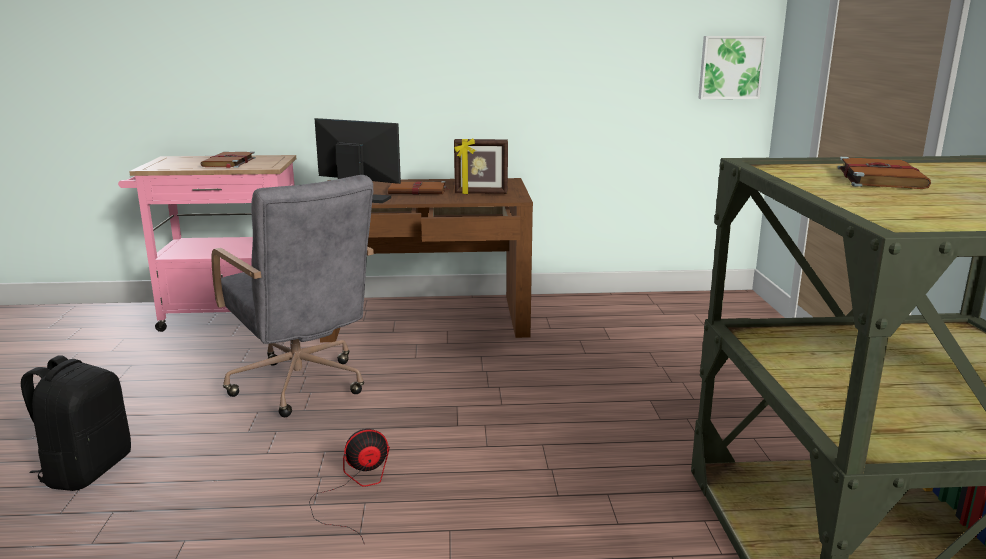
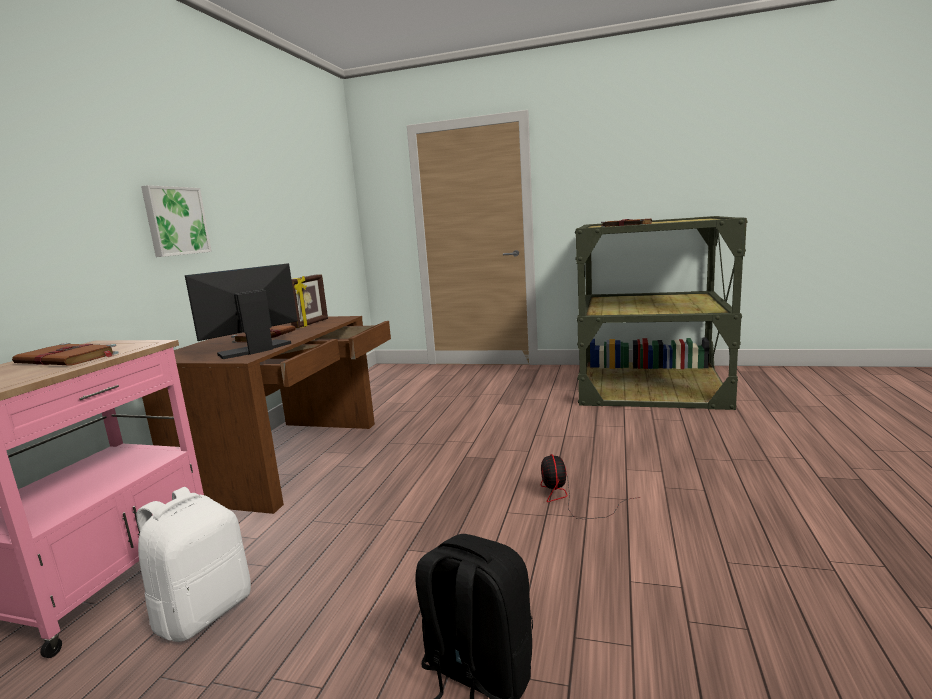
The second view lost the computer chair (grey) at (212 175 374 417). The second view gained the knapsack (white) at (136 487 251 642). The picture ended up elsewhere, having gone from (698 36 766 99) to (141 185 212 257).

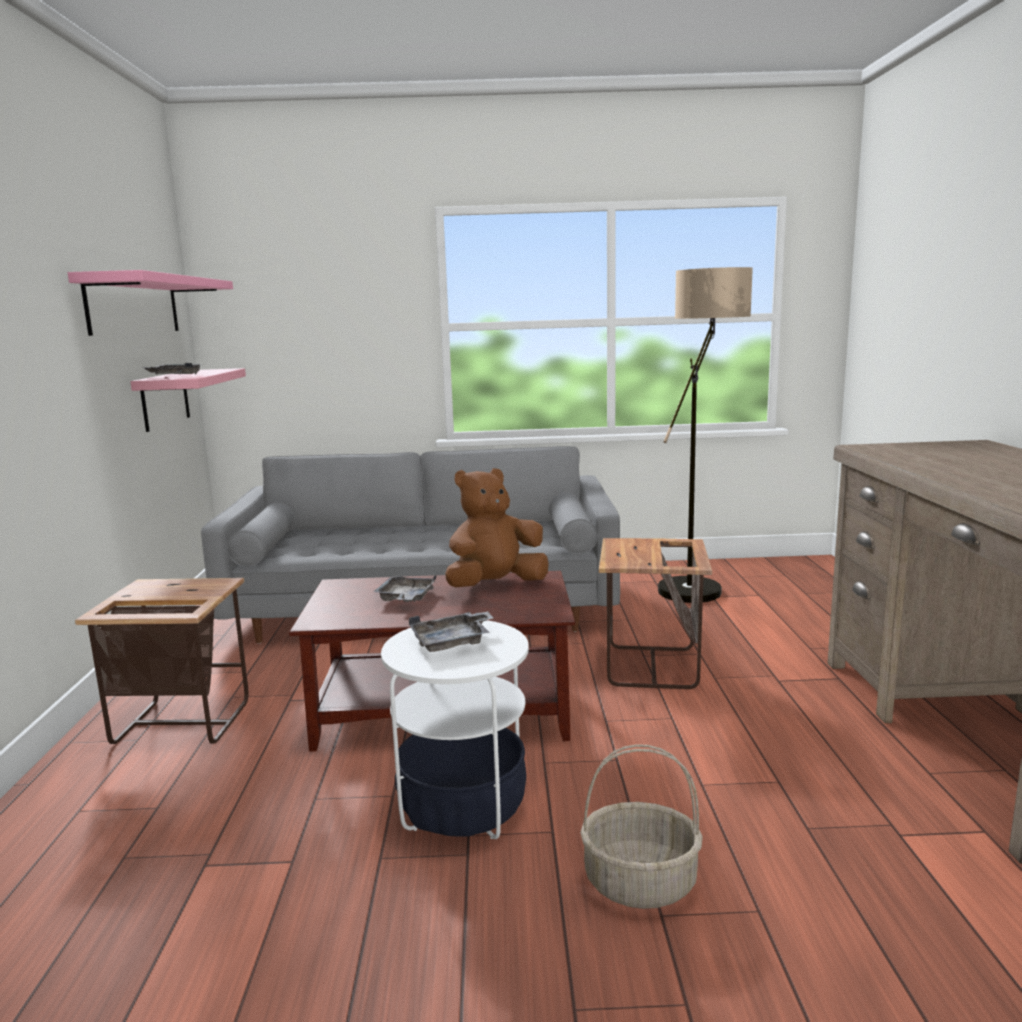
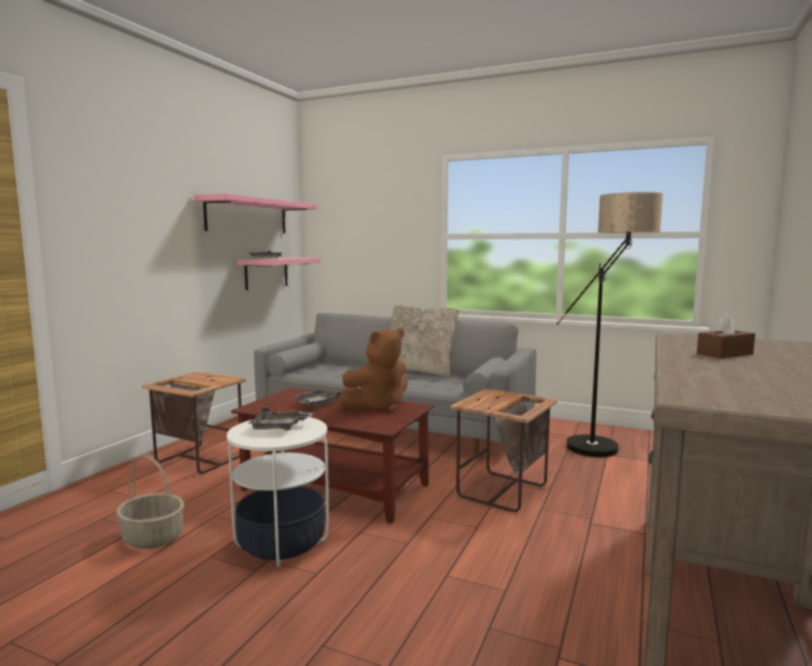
The second view gained the cushion (sand-coloured) at (390 305 459 377). The second view gained the tissue box (brown) at (697 312 755 359). The storage basket ended up elsewhere, having gone from (580 744 703 909) to (116 453 184 549). The soft toy (brown) at (445 468 549 587) ended up facing another way, 150 degrees clockwise from before.

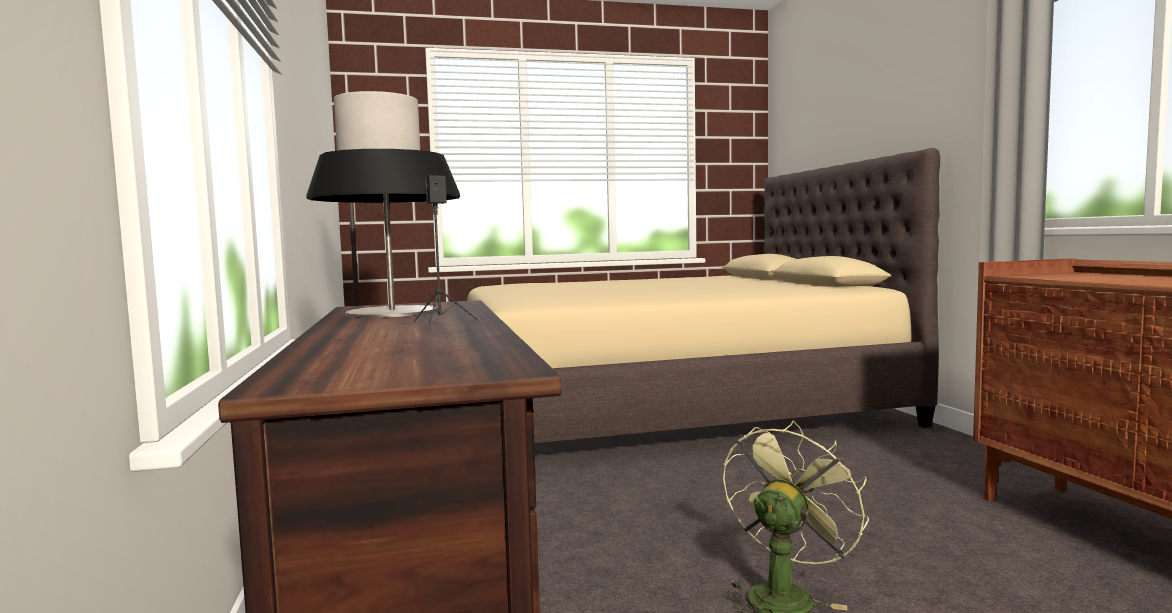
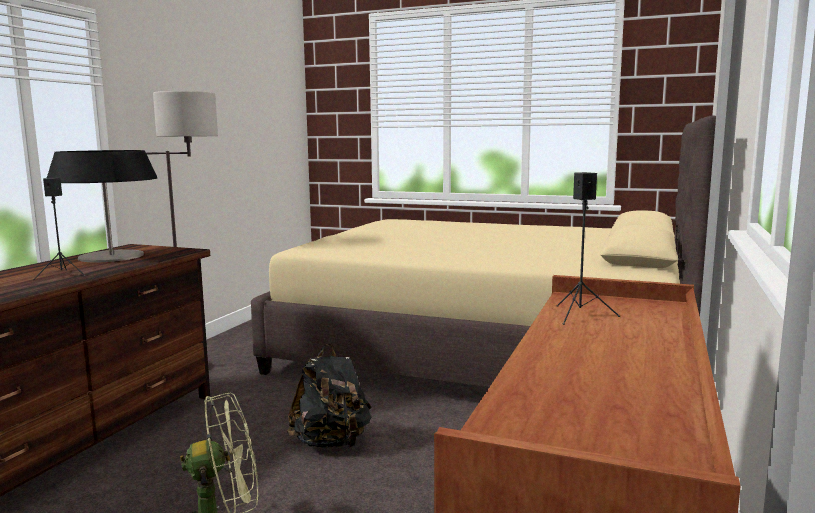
The second view gained the knapsack (black) at (287 344 371 448). The second view gained the speaker (black) at (557 172 620 325).

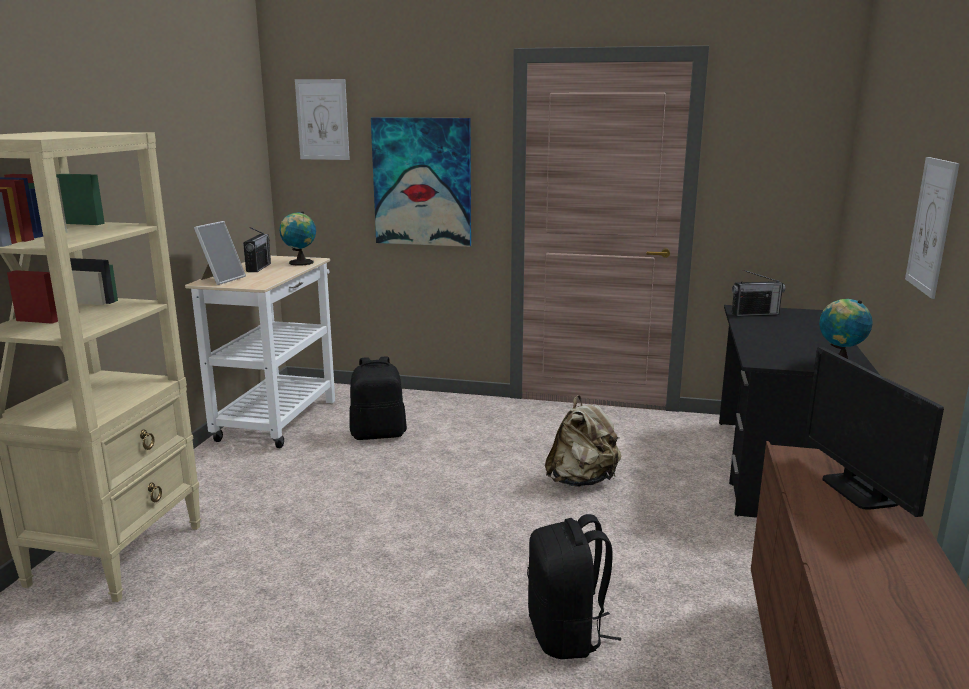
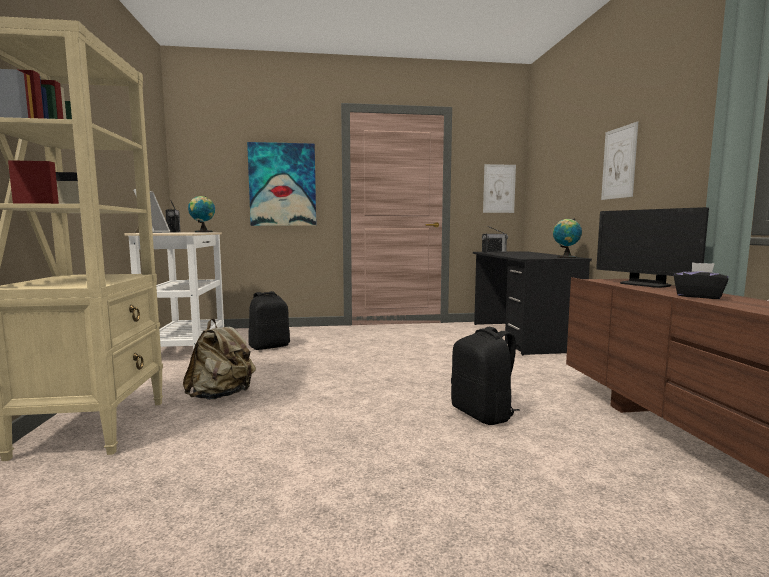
The second view gained the tissue box (black) at (674 263 728 299). The picture ended up elsewhere, having gone from (295 79 350 160) to (483 164 516 213). The knapsack (sand-coloured) ended up elsewhere, having gone from (545 395 621 487) to (183 319 256 400).

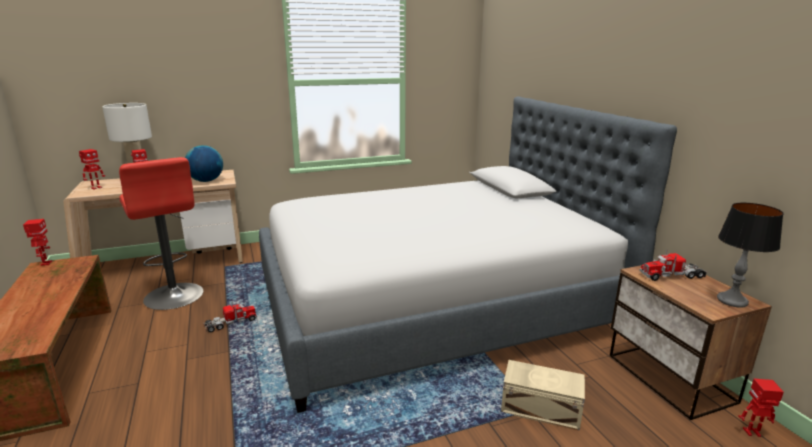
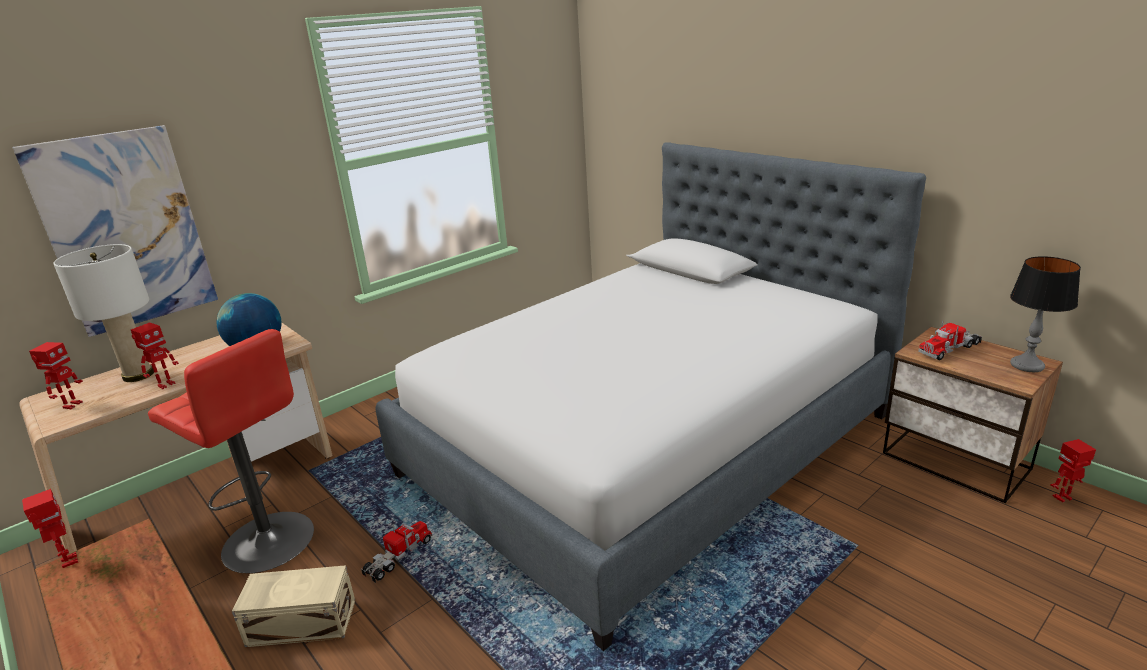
The second view gained the picture at (13 125 218 337). The storage box (sand-coloured) ended up elsewhere, having gone from (501 360 585 431) to (232 565 355 647).

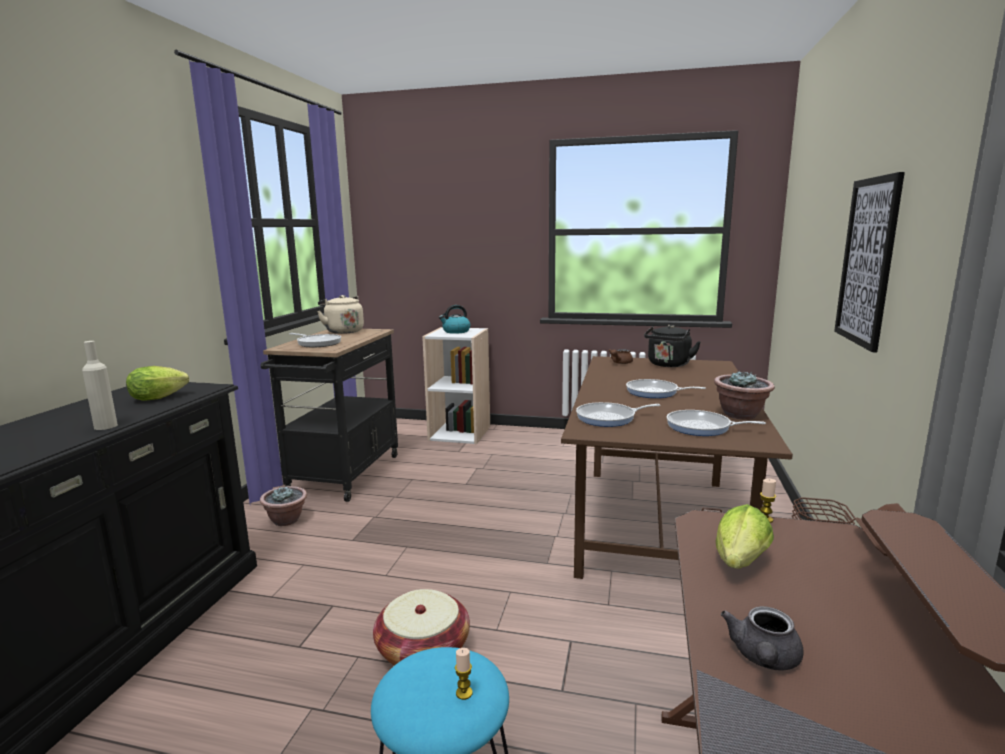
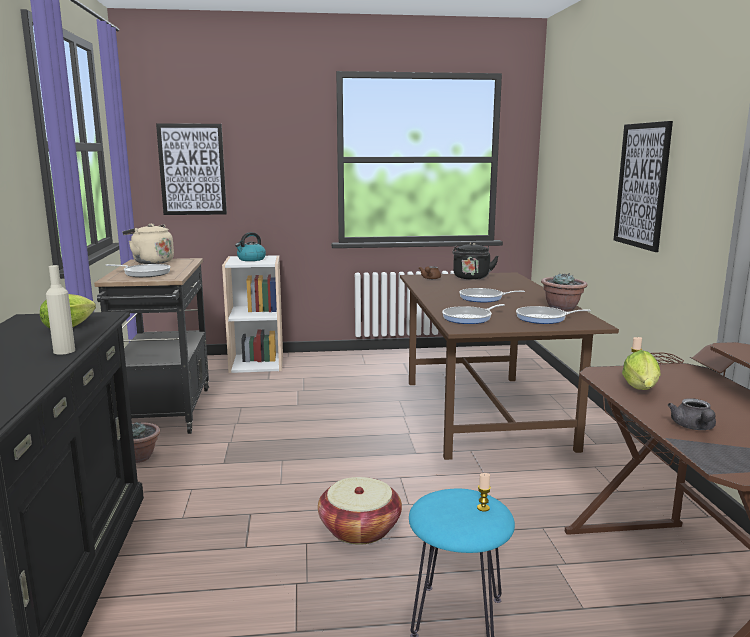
The second view gained the picture at (156 123 227 215).

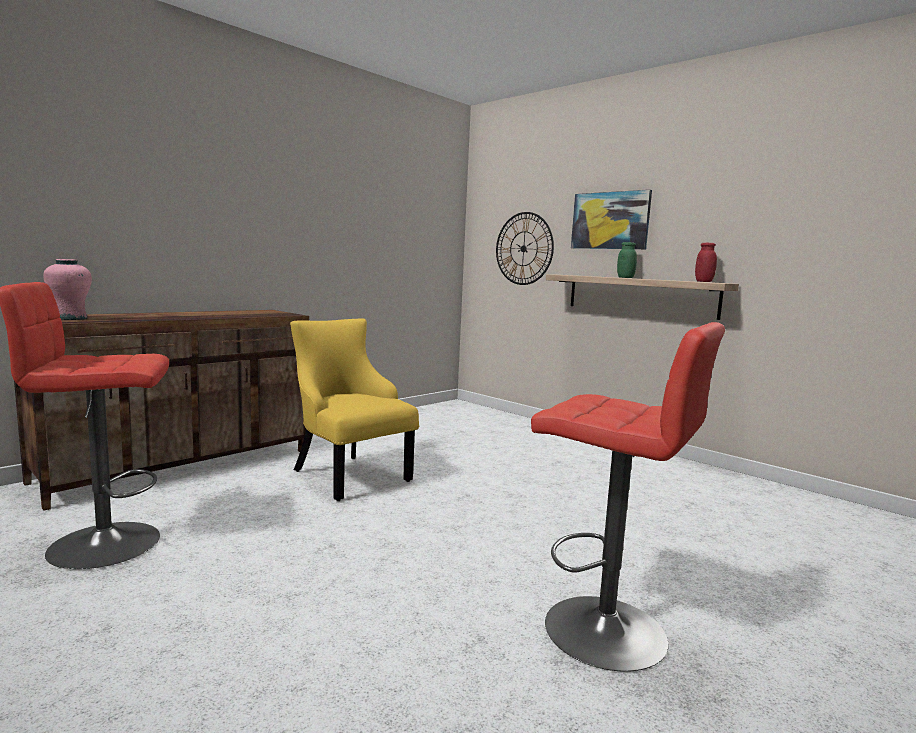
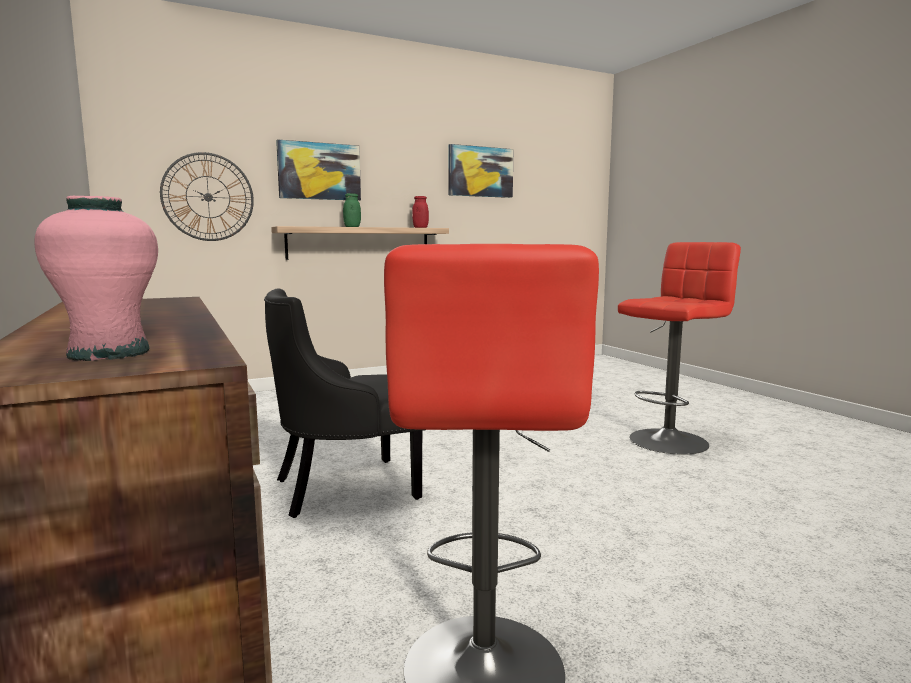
The second view gained the picture at (448 144 513 198). What was the plain chair (yellow) at (290 318 420 501) turned into the plain chair (black) at (264 288 424 518).

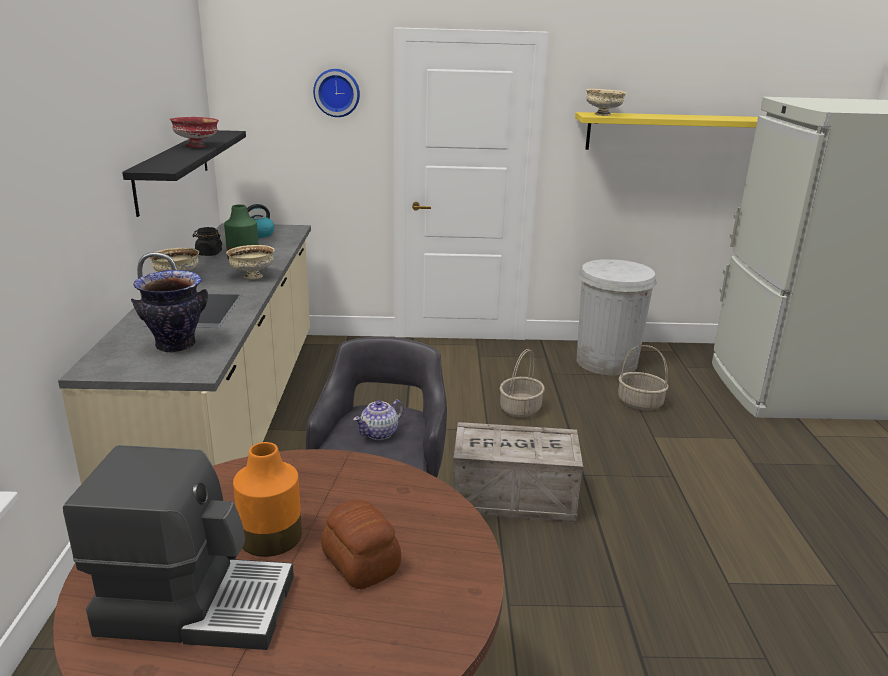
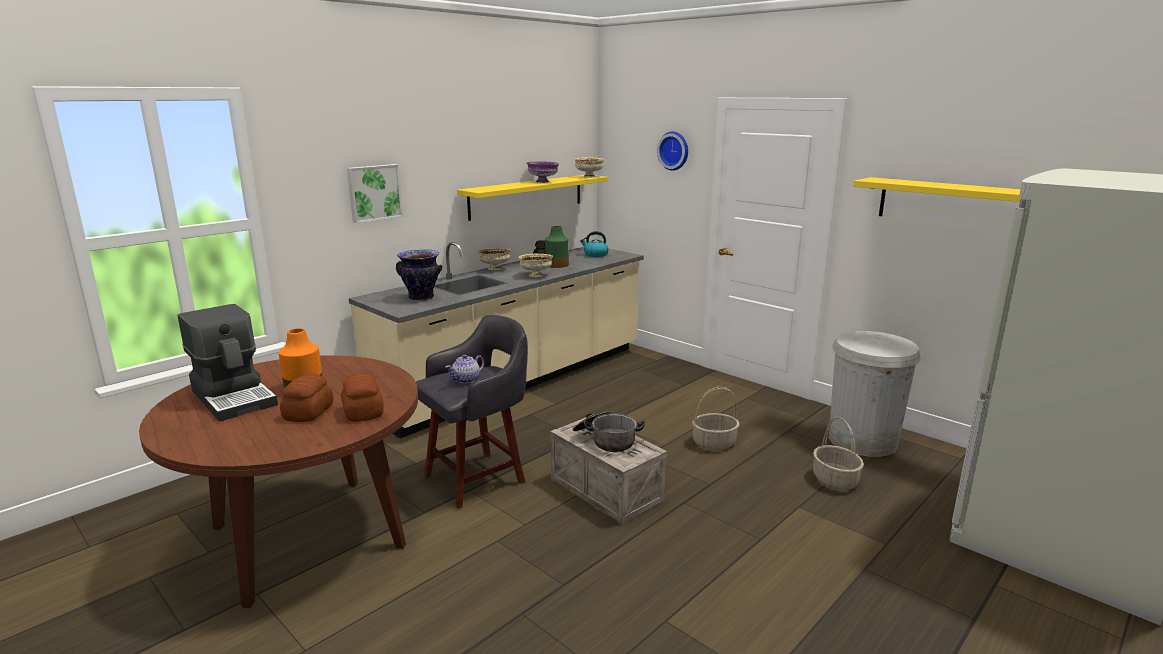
The second view gained the baked bread at (341 373 384 422). The second view gained the picture at (347 164 403 223). The second view gained the saucepot at (572 412 645 452). The serving bowl (sand-coloured) ended up elsewhere, having gone from (586 89 627 116) to (574 157 605 178). What was the shelf (black) at (122 130 246 217) turned into the shelf (yellow) at (457 175 608 221). What was the serving bowl (red) at (170 117 219 148) turned into the serving bowl (purplish) at (527 162 559 183). The tea pot at (353 400 404 440) ended up facing another way, 45 degrees counterclockwise from before.

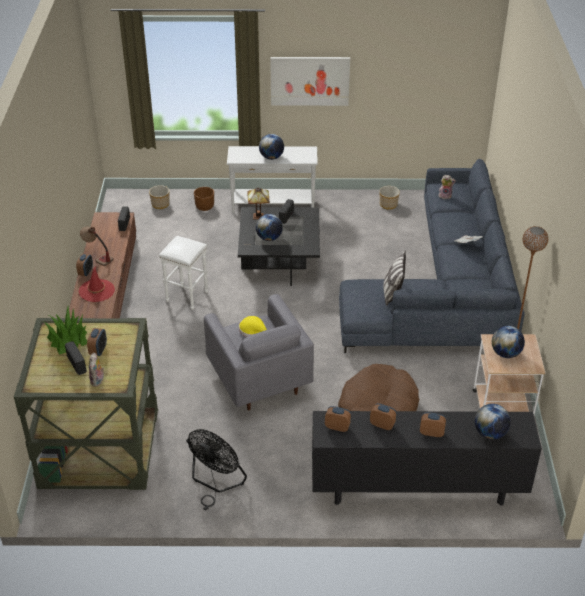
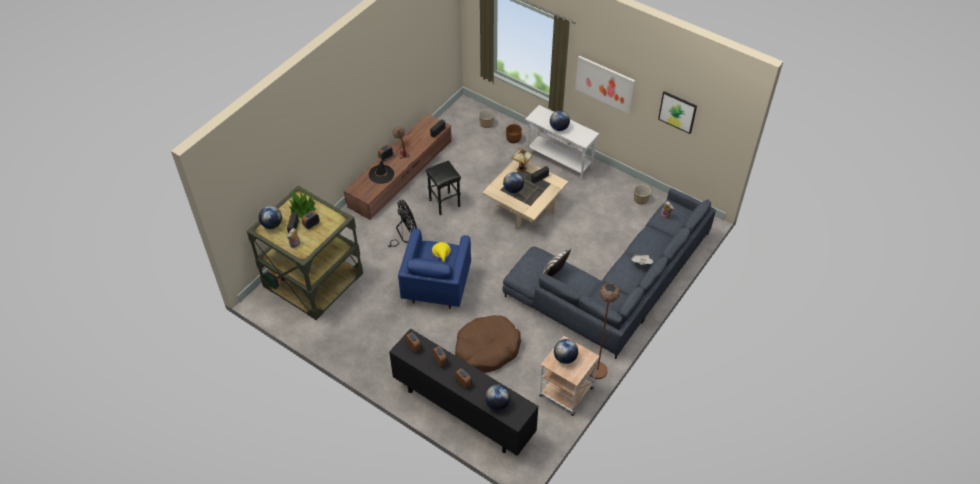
The second view gained the globe at (259 206 282 229). The second view gained the picture at (658 91 697 134). The fan (black) ended up elsewhere, having gone from (186 429 247 511) to (388 200 417 247). What was the clothing hat (red) at (79 267 115 302) turned into the clothing hat (black) at (369 159 394 184). What was the stool (white) at (159 236 208 310) turned into the stool (black) at (426 161 461 215). What was the lounge chair (grey) at (204 294 314 411) turned into the lounge chair (blue-coloured) at (398 228 471 309). What was the coffee table (black) at (238 207 320 286) turned into the coffee table (sand-coloured) at (482 160 568 230).

